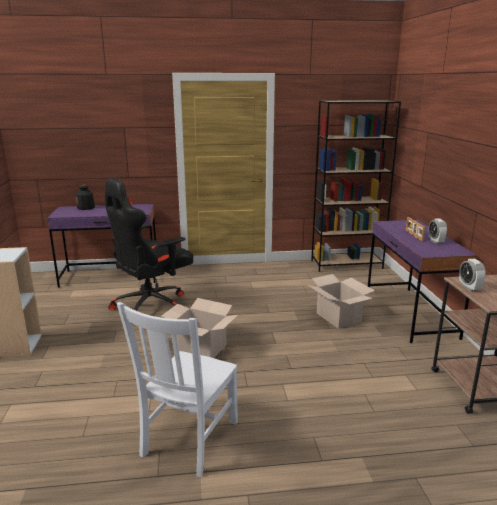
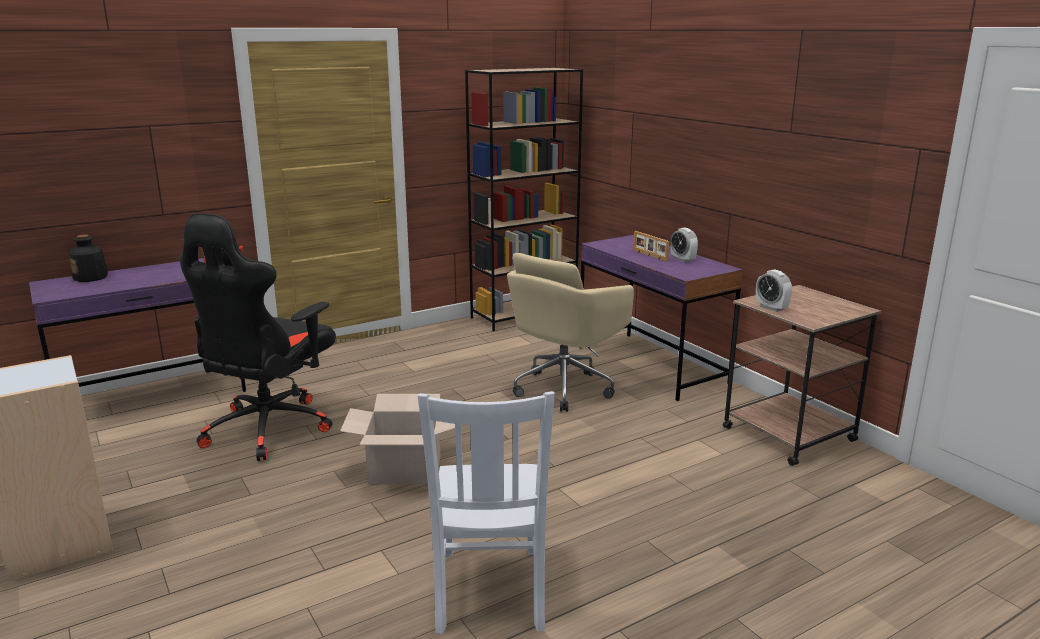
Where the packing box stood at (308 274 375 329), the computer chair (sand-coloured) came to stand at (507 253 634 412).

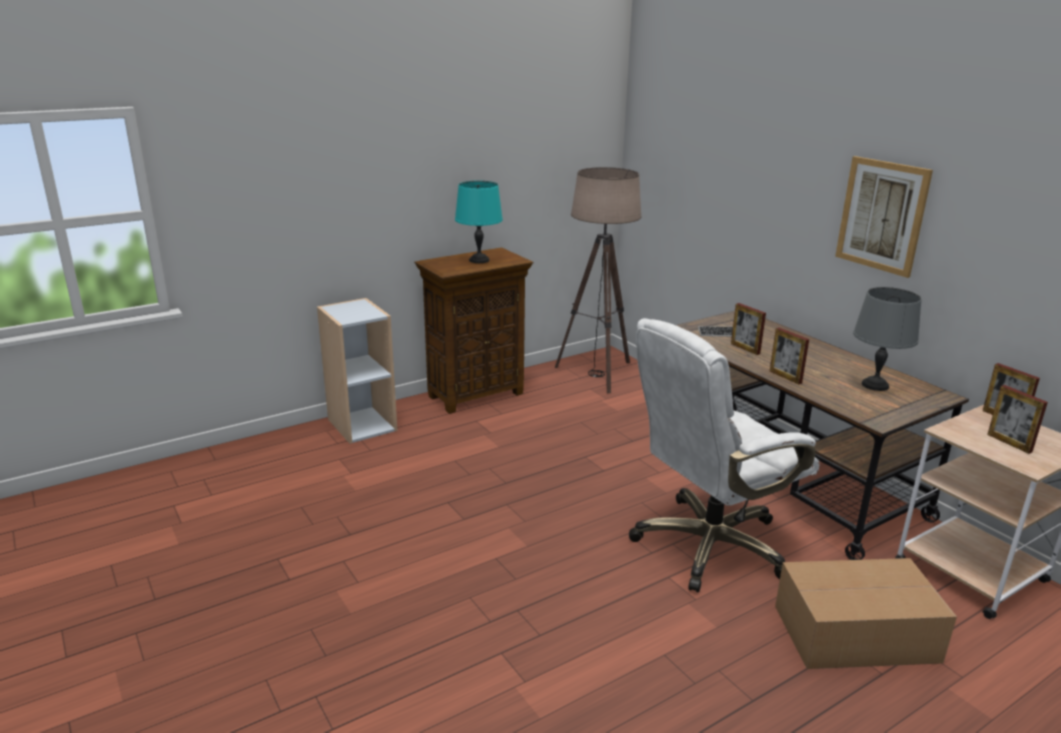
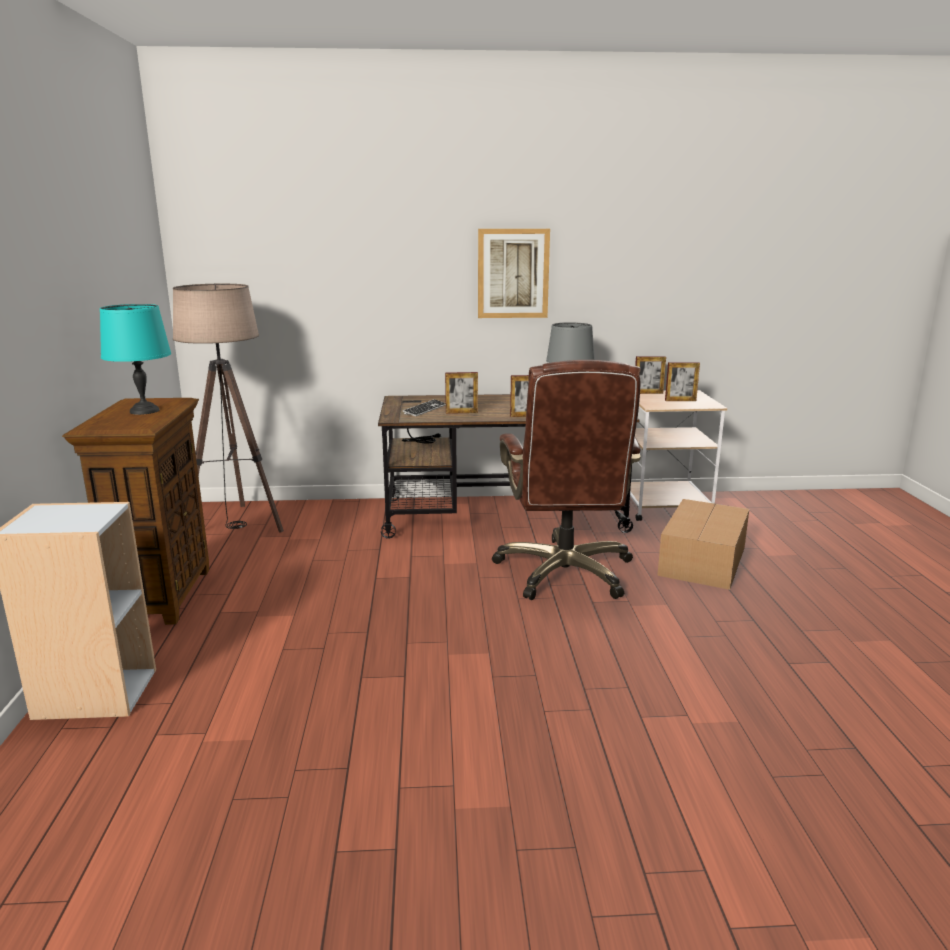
What was the computer chair (white) at (629 318 819 592) turned into the computer chair (brown) at (492 360 641 600).

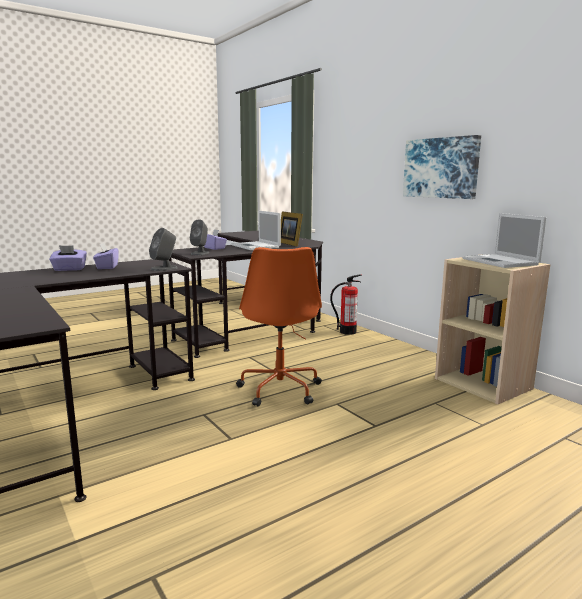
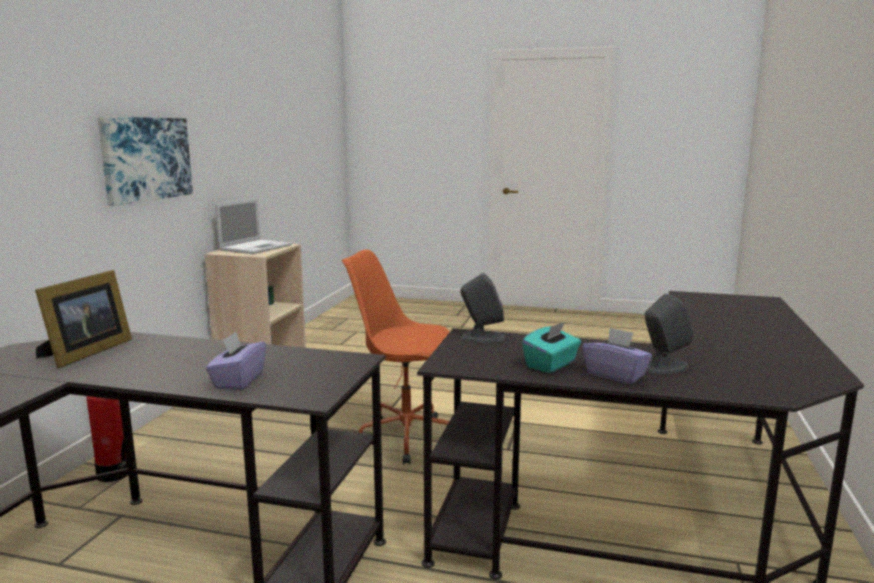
The second view lost the notebook computer at (231 211 281 250). The speaker (grey) ended up elsewhere, having gone from (190 219 209 255) to (645 294 694 374). What was the tissue box (purplish) at (93 243 119 269) turned into the tissue box (blue-green) at (522 321 581 373). The computer chair (orangey) at (236 247 322 406) ended up facing another way, 120 degrees counterclockwise from before.

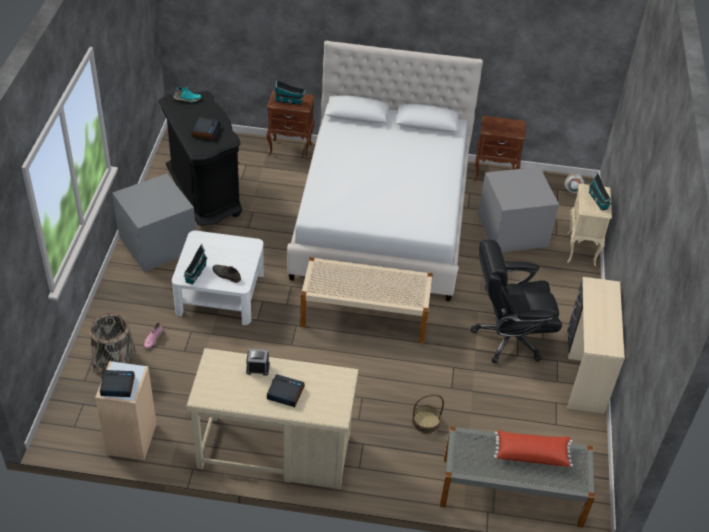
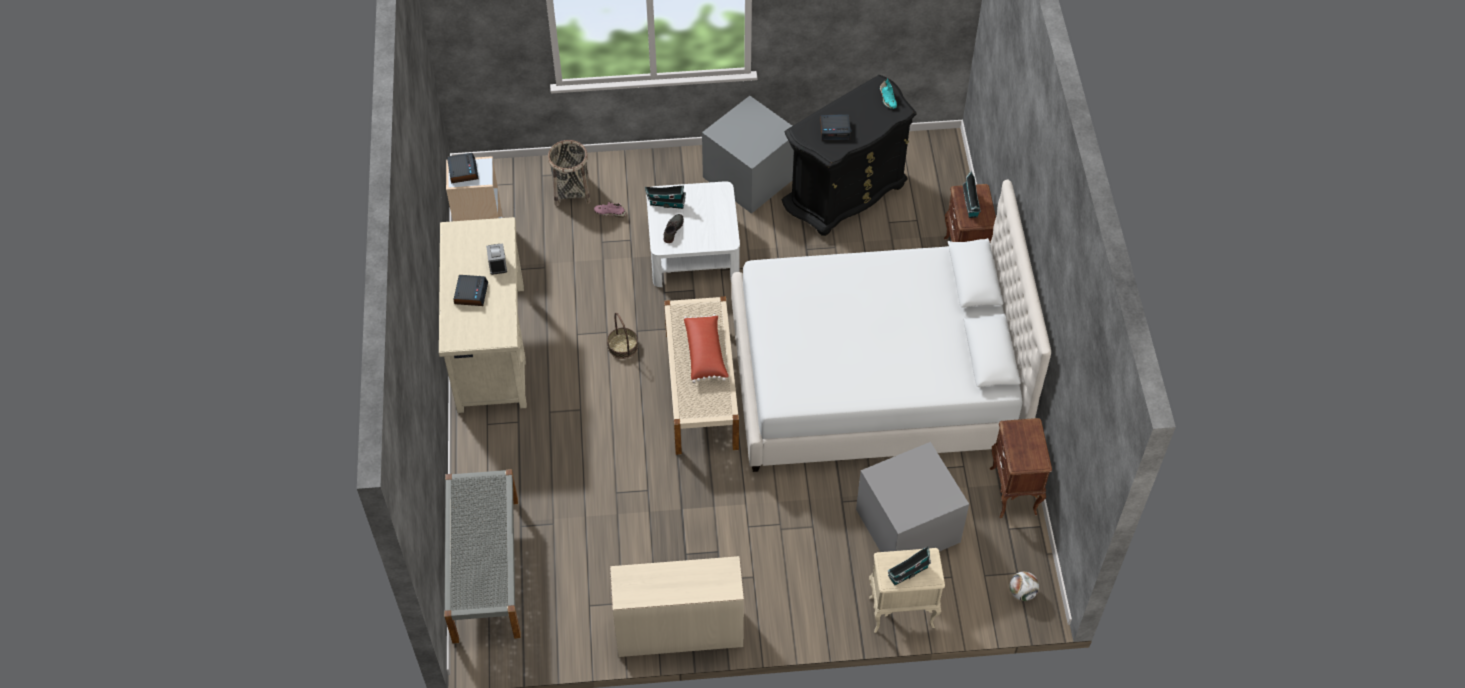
The second view lost the computer chair (black) at (471 240 562 364). The storage basket ended up elsewhere, having gone from (412 394 444 434) to (607 312 638 359). The cushion (red) ended up elsewhere, having gone from (494 430 573 467) to (684 314 729 383).

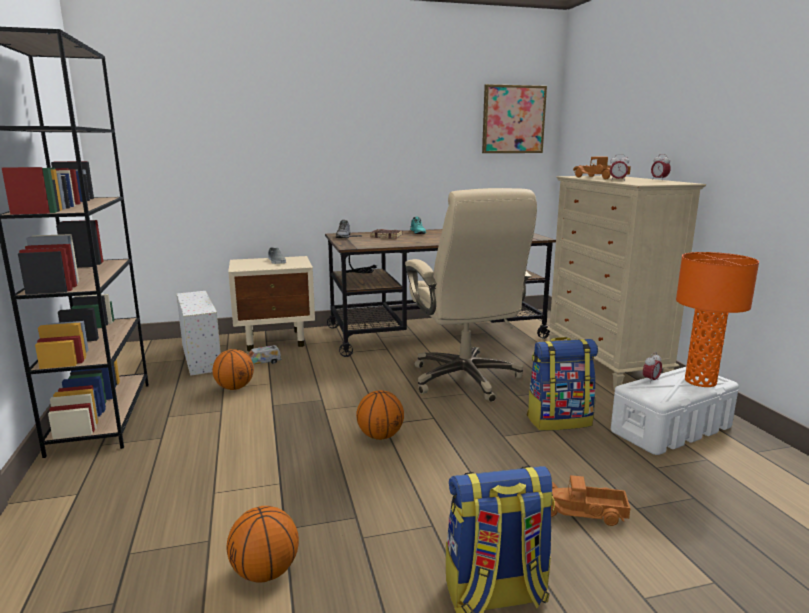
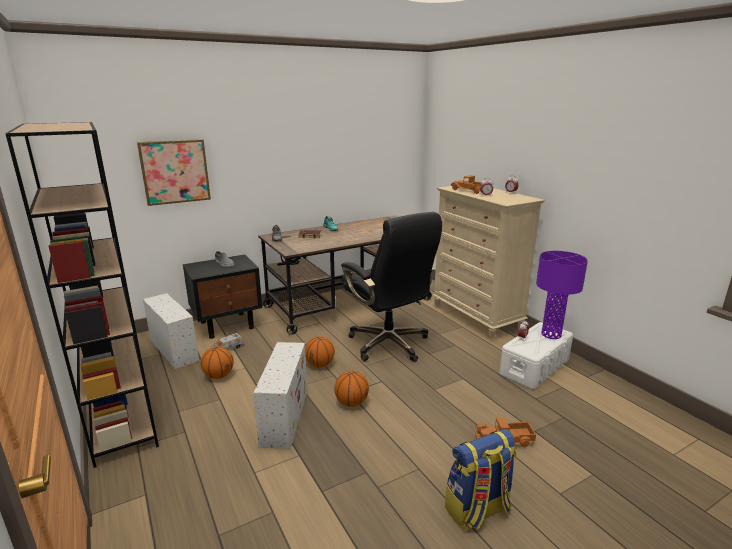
The second view lost the knapsack at (527 337 598 431). The second view gained the storage box (white) at (253 342 307 449). The basketball ball ended up elsewhere, having gone from (227 506 299 583) to (305 336 335 368). The picture ended up elsewhere, having gone from (482 84 547 153) to (137 139 211 206). What was the night table (sand-coloured) at (228 256 315 351) turned into the night table (black) at (183 254 262 339). What was the computer chair (sand-coloured) at (405 188 537 402) turned into the computer chair (black) at (341 212 442 362). What was the tabletop lamp (orangey) at (676 252 759 387) turned into the tabletop lamp (purplish) at (536 251 588 339).

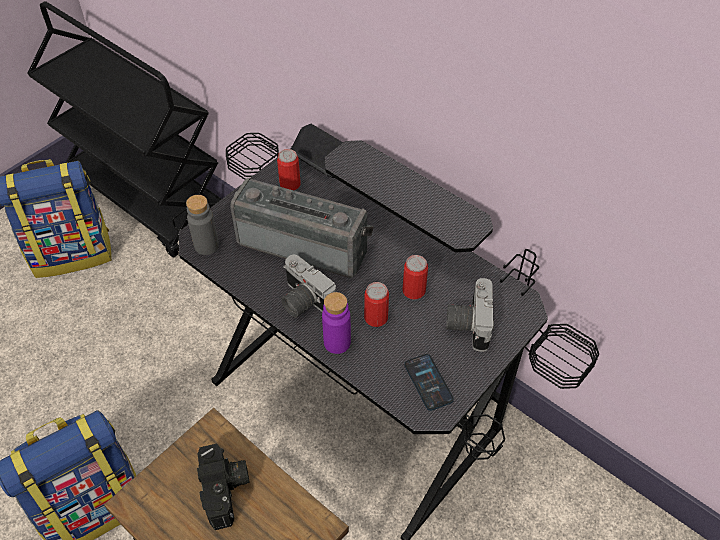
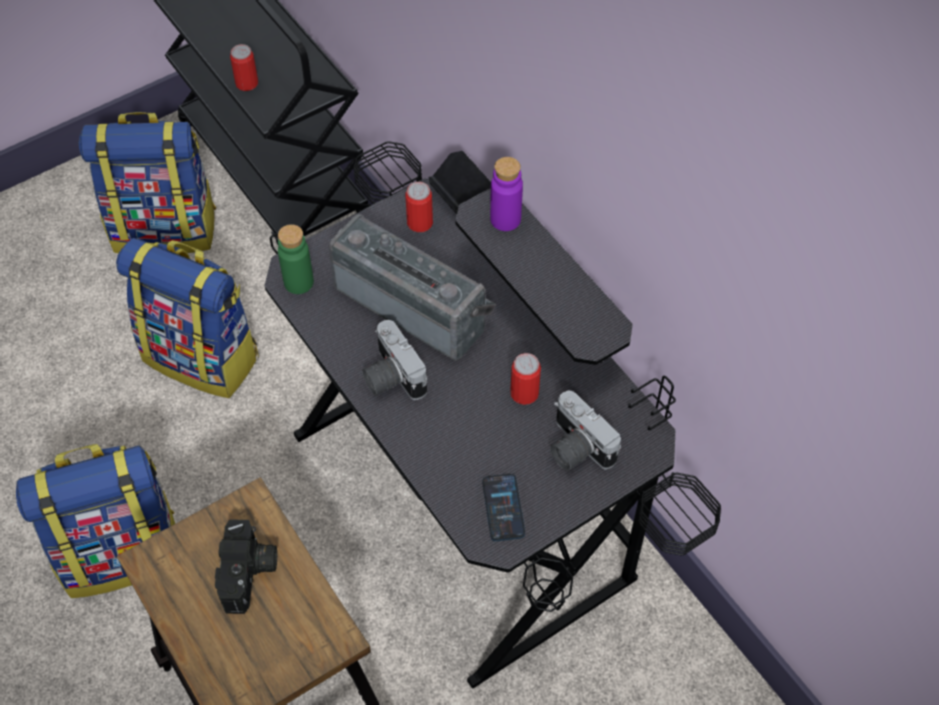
The second view gained the knapsack at (116 238 259 398). The drink bottle (purplish) ended up elsewhere, having gone from (322 292 351 354) to (490 157 523 231). The metal can ended up elsewhere, having gone from (364 282 389 327) to (230 44 258 91). What was the drink bottle (grey) at (186 195 219 255) turned into the drink bottle (green-coloured) at (278 224 314 294). The still camera at (446 278 494 352) ended up facing another way, 60 degrees counterclockwise from before.

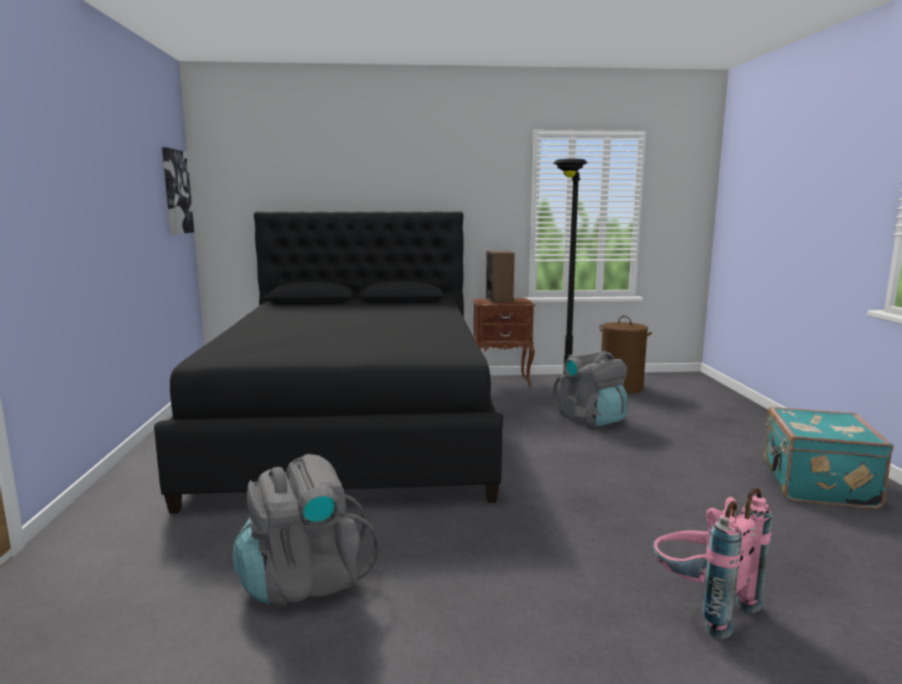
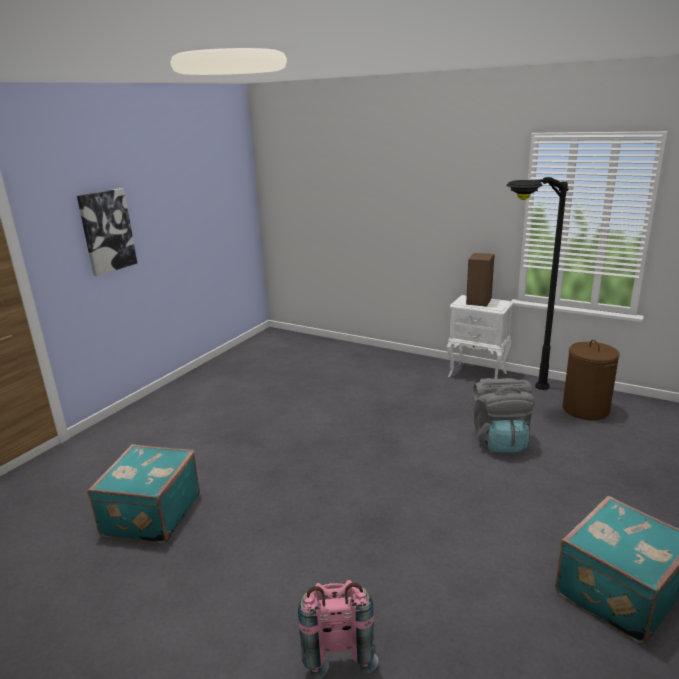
The second view lost the sleeping bed (black) at (154 211 504 513). The picture ended up elsewhere, having gone from (162 147 194 235) to (77 188 137 276). Where the knapsack (grey) stood at (232 454 379 607), the piece of luggage (blue-green) came to stand at (87 444 200 544). What was the night table (brown) at (473 298 535 386) turned into the night table (white) at (447 295 513 379).

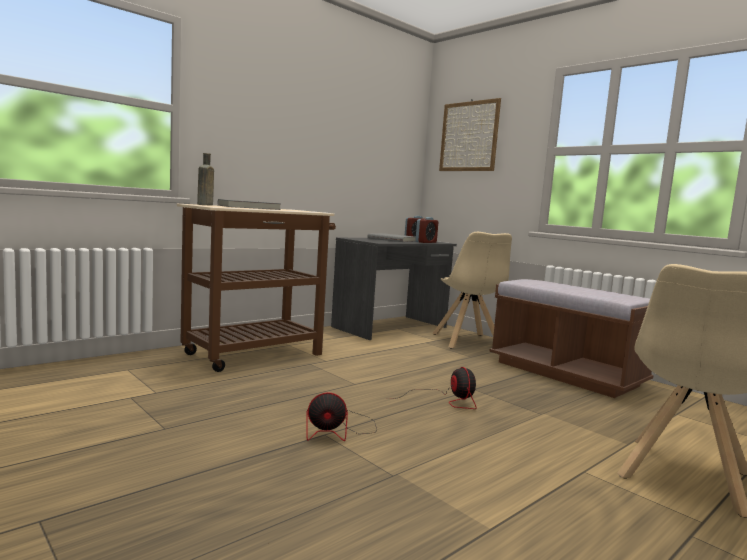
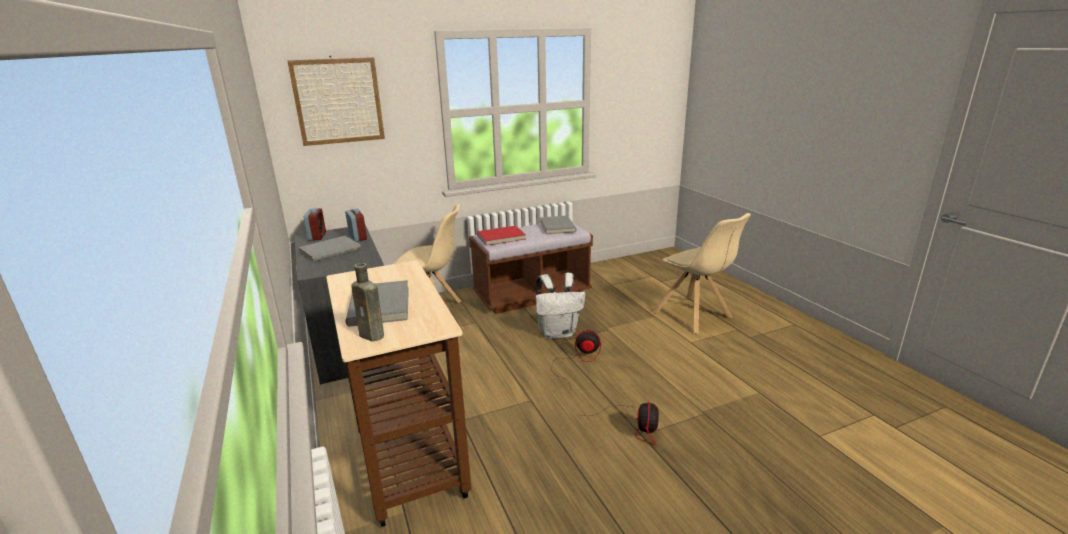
The second view gained the bound book (red) at (477 226 526 246). The second view gained the knapsack (white) at (536 273 586 339). The second view gained the bound book (grey) at (540 216 577 234).

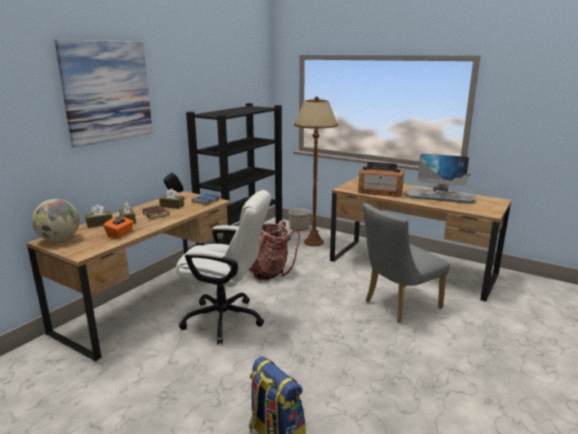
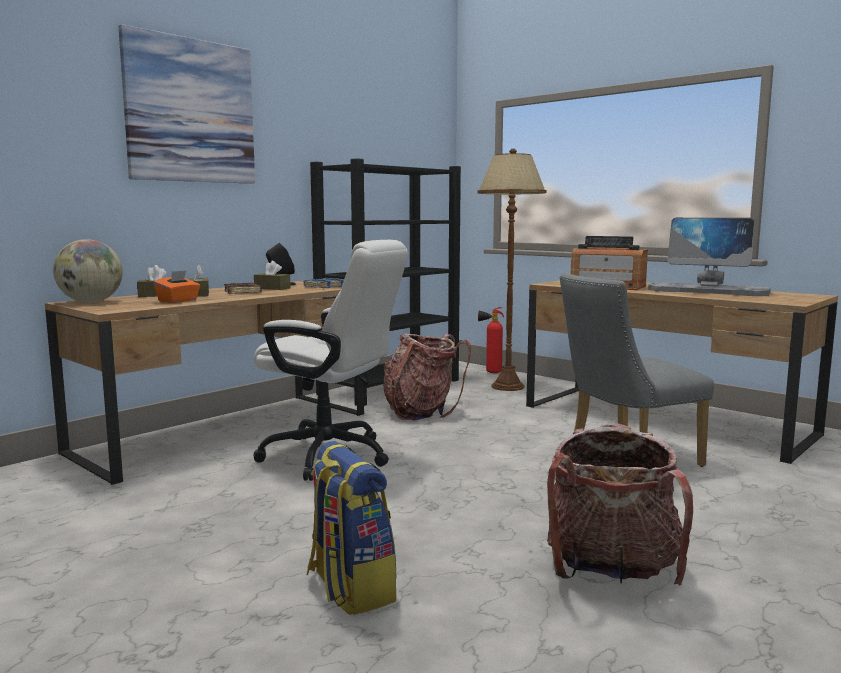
The second view gained the knapsack at (547 423 693 586). Where the flower pot stood at (289 208 310 231), the fire-fighting cylinder came to stand at (478 307 504 373).

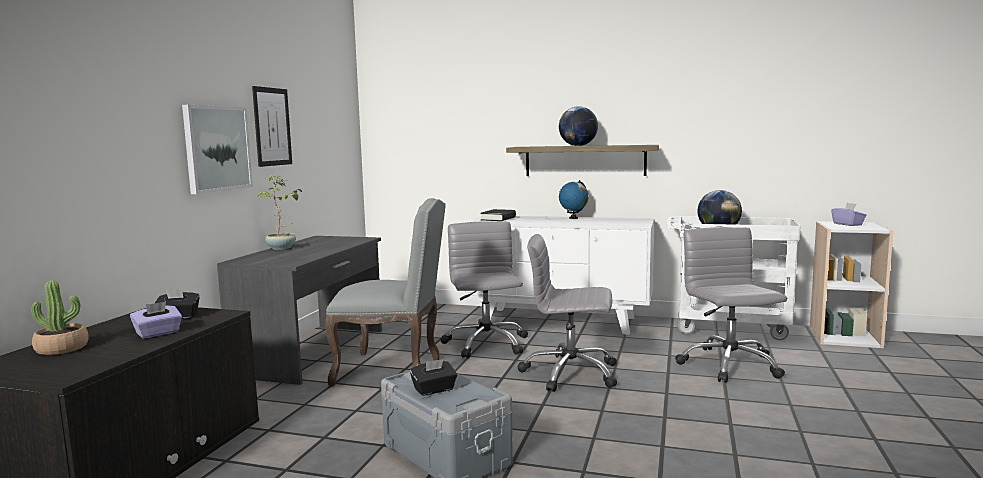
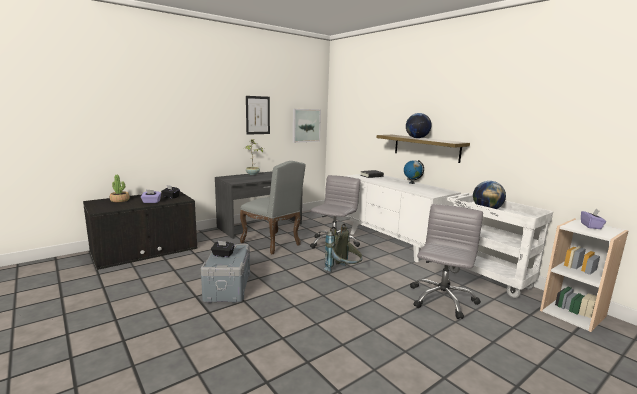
The picture ended up elsewhere, having gone from (182 105 253 194) to (293 109 321 143). Where the computer chair (grey) stood at (517 234 617 392), the knapsack (grey) came to stand at (323 223 362 272).

